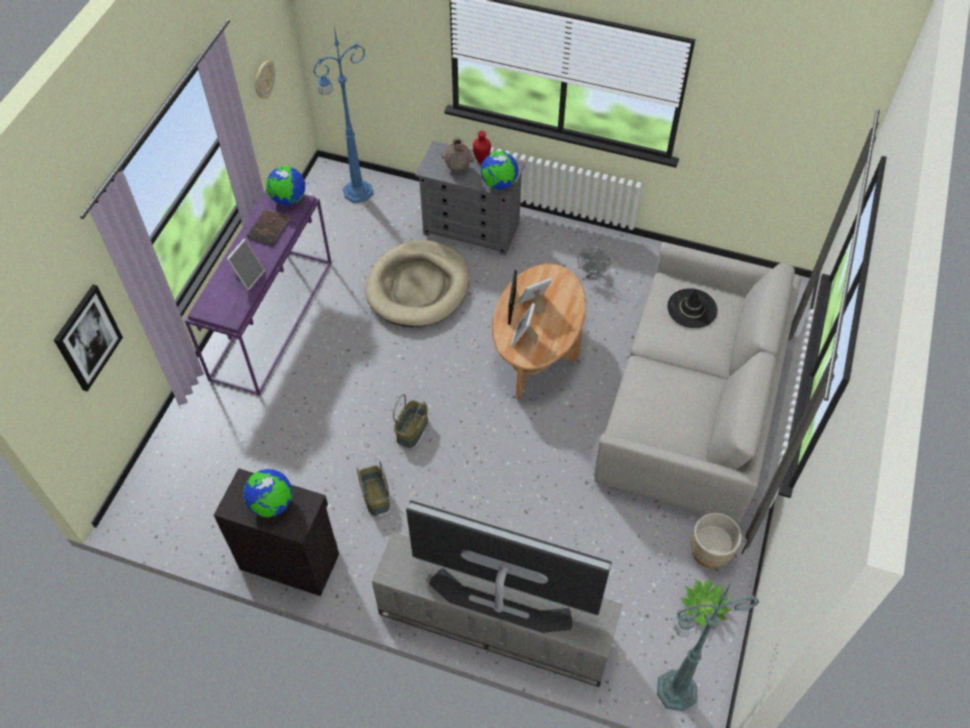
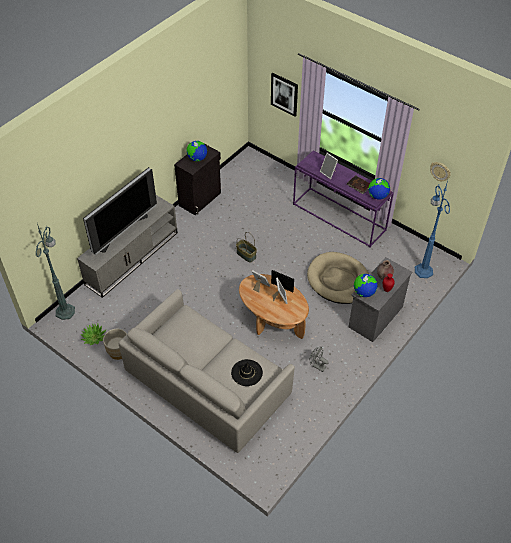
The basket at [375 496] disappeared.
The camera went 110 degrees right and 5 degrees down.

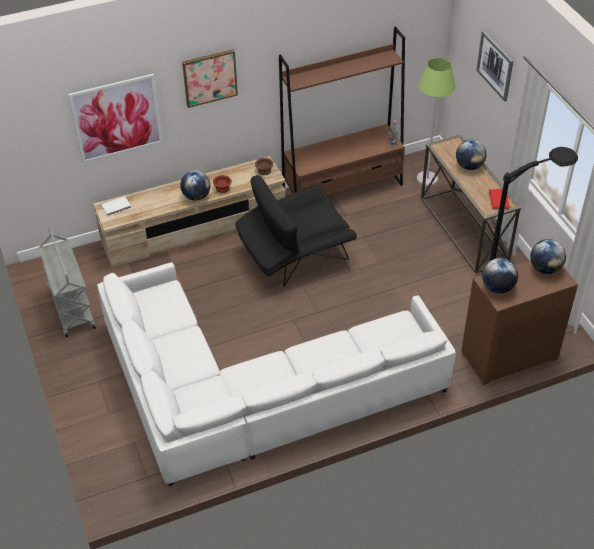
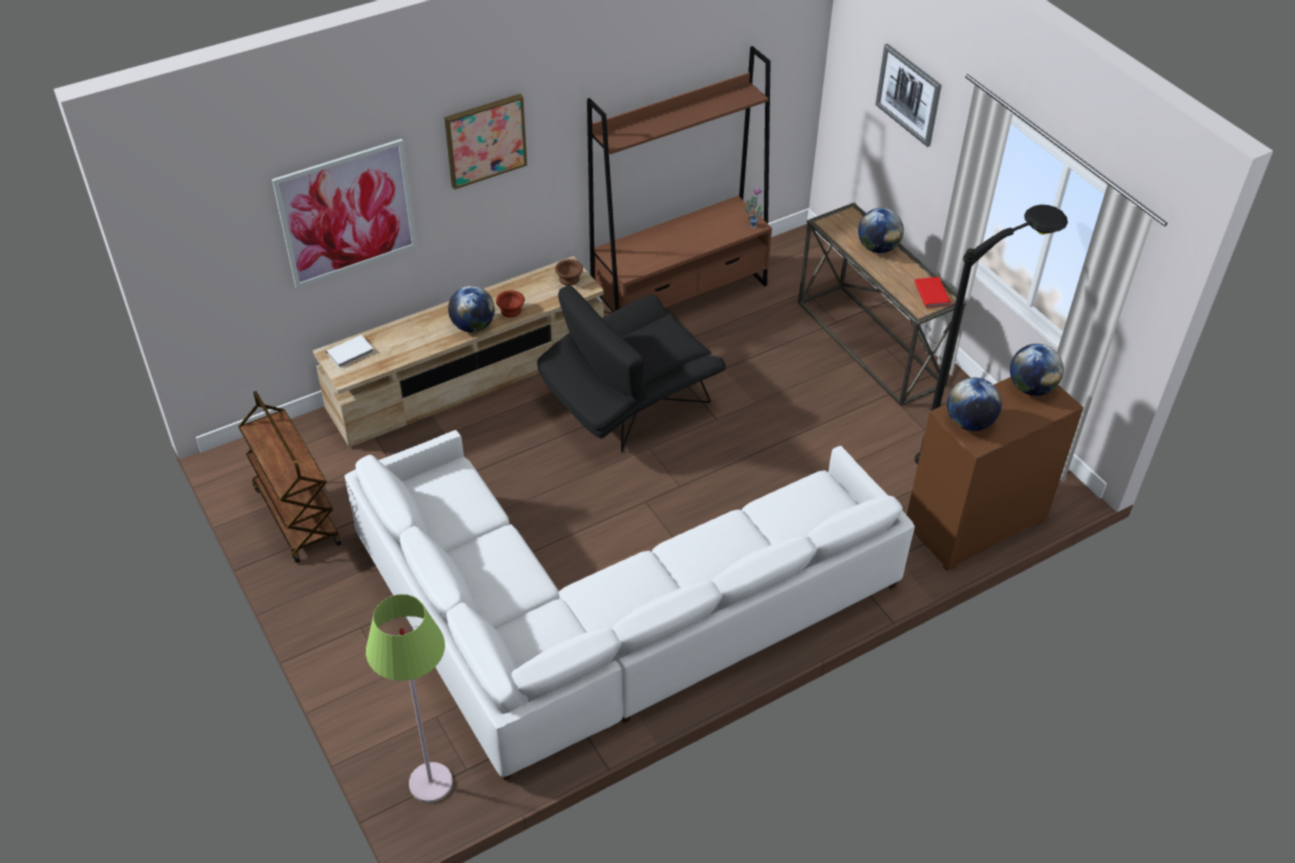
The green floor lamp moved from [427 179] to [430 783].
The gray trolley at [71 307] became the brown-coloured trolley at [296 515].
The camera went 10 degrees left and 0 degrees up.

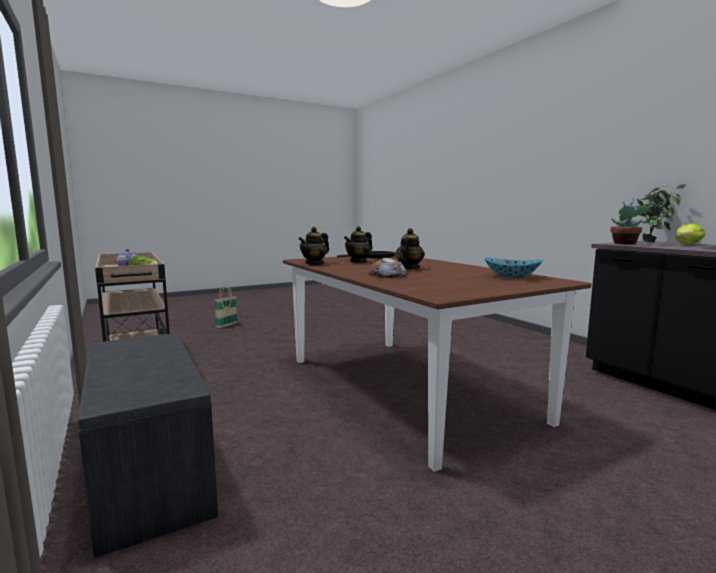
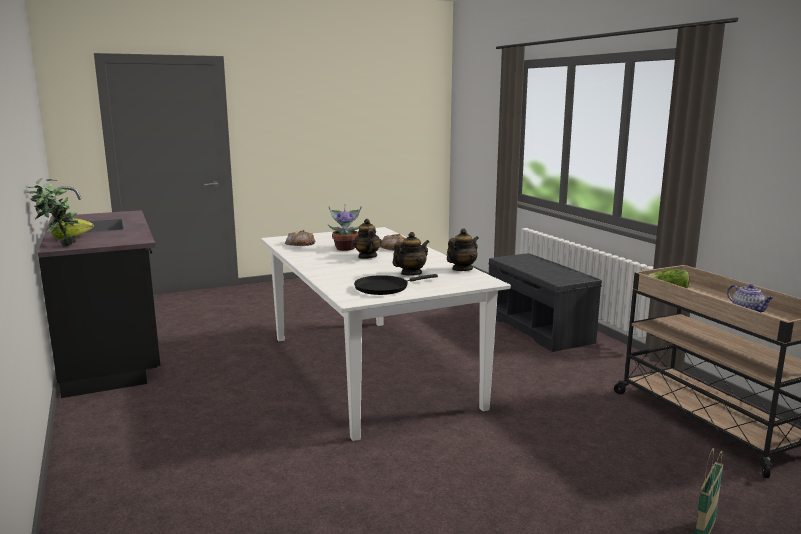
The plant in a pot moved from [625 244] to [345 248].
The tea pot at [409 268] turned 135 degrees clockwise.
The brown-coloured kitchen table at [405 387] became the whitish kitchen table at [369 370].
The serving bowl at [511 277] was replaced by the bakery bread at [300 243].
The camera went 175 degrees left and 5 degrees up.

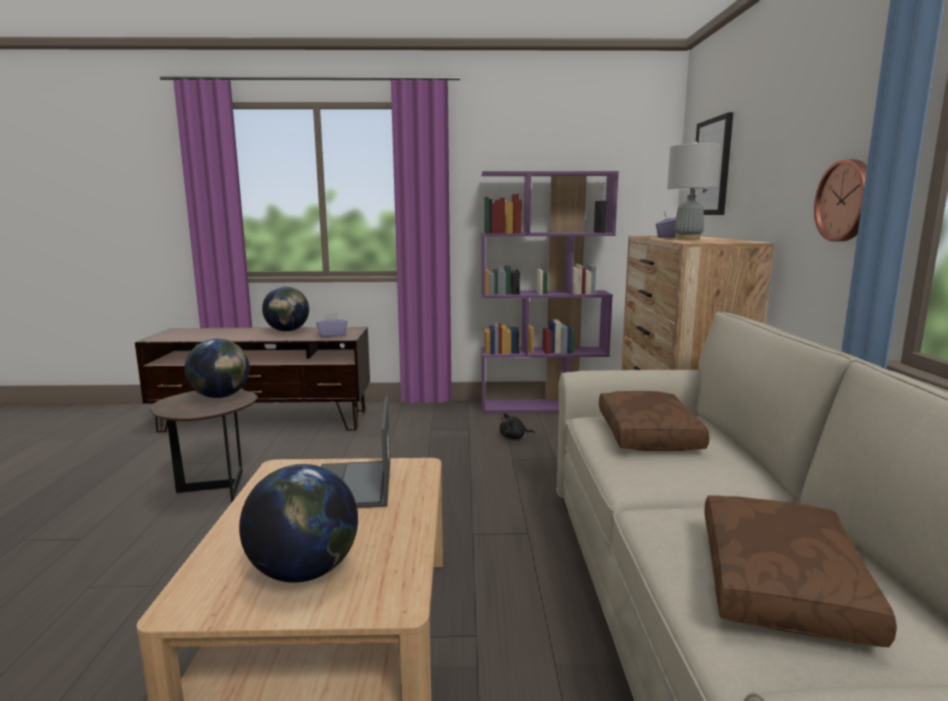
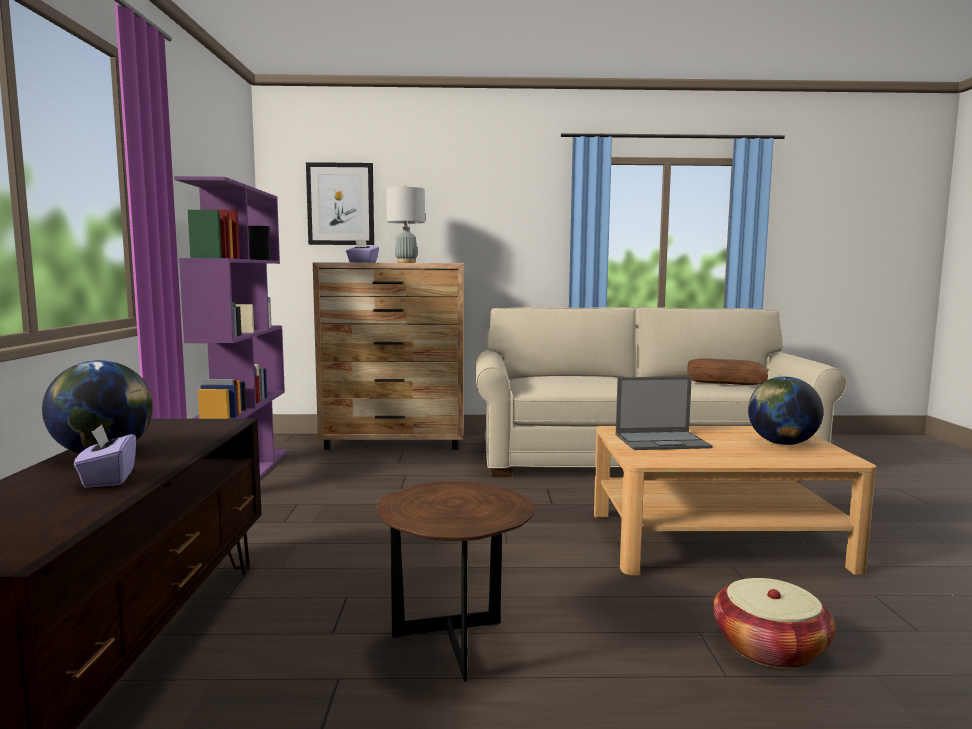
The wall clock at [847 201] disappeared.
The purple tissue box moved from [332 335] to [108 479].
The globe at [221 396] disappeared.
The brown-coloured throw pillow at [650 434] disappeared.
The black-coloured plush toy at [514 437] disappeared.
The basket at [769 648] appeared.
The camera went 90 degrees left and 5 degrees down.

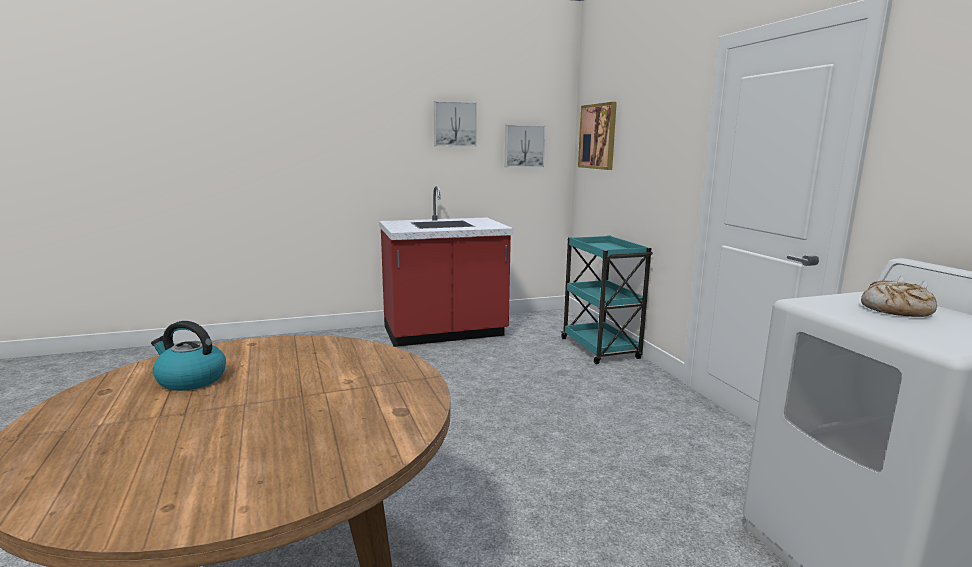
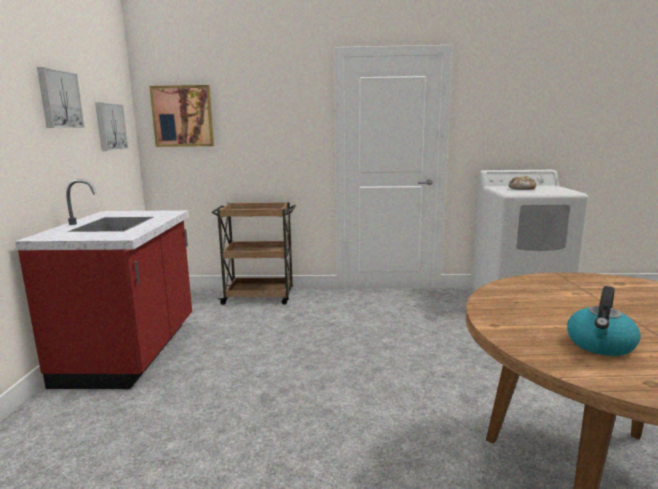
The blue-green trolley at [600 349] became the brown-coloured trolley at [260 297].
The camera went 70 degrees left and 0 degrees up.

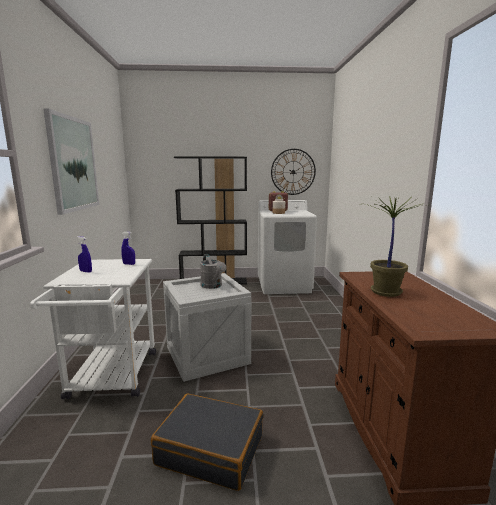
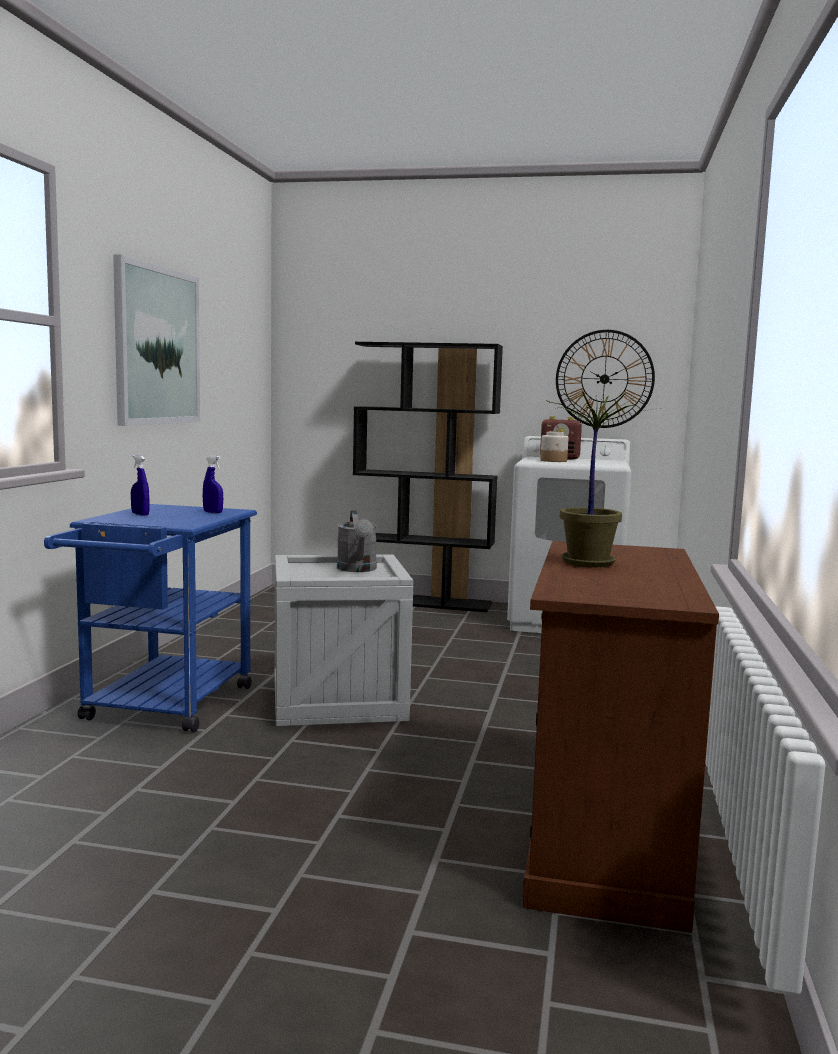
The whitish trolley at [111 379] became the blue trolley at [162 708].
The black-coloured piece of luggage at [210 449] disappeared.
The camera went 15 degrees right and 5 degrees down.

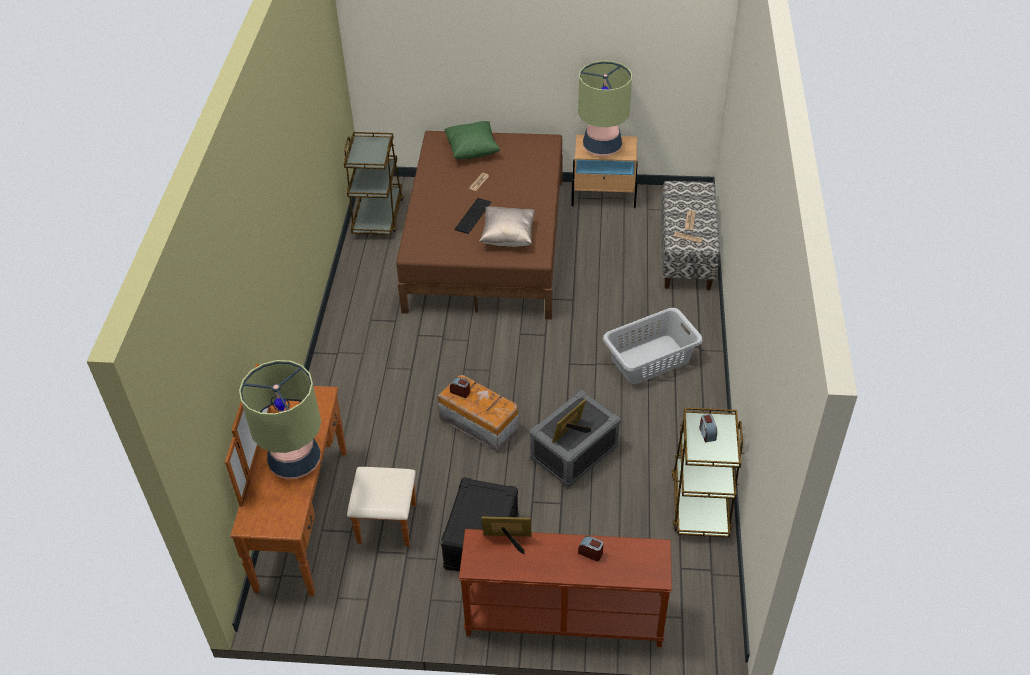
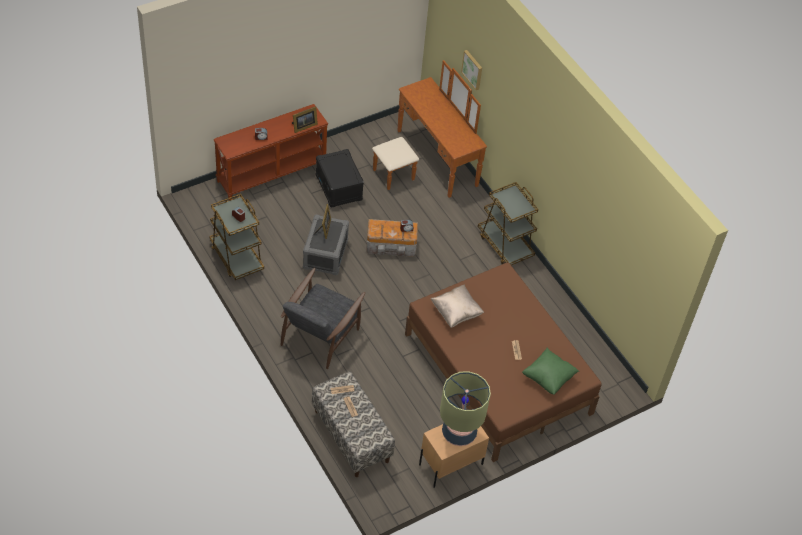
The brown-coloured trolley moved from [378 216] to [505 245].
The computer keyboard at [474 216] disappeared.
The gray hamper at [651 360] was replaced by the gray lounge chair at [320 334].
The tabletop lamp at [295 461] disappeared.
The wall art at [473 69] appeared.
The camera went 140 degrees right and 5 degrees up.

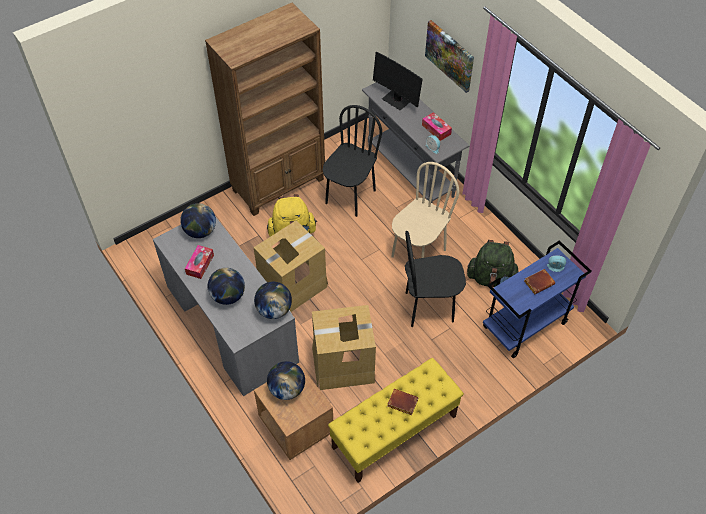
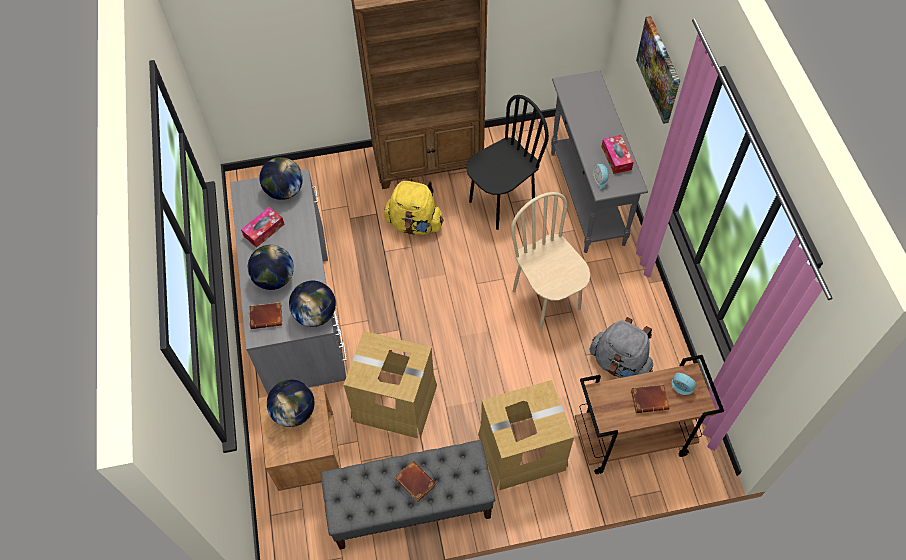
The computer display at [397 100] disappeared.
The sand-coloured chair at [418 253] turned 90 degrees counterclockwise.
The cardboard box moved from [292 285] to [521 450].
The black-coloured chair at [429 307] disappeared.
The green knapsack at [491 278] became the gray knapsack at [620 363].
The blue trolley at [525 326] became the brown-coloured trolley at [631 439].
The yellow bench at [394 432] became the gray bench at [410 506].
The brown-coloured book at [267 316] appeared.
The camera went 25 degrees right and 5 degrees up.

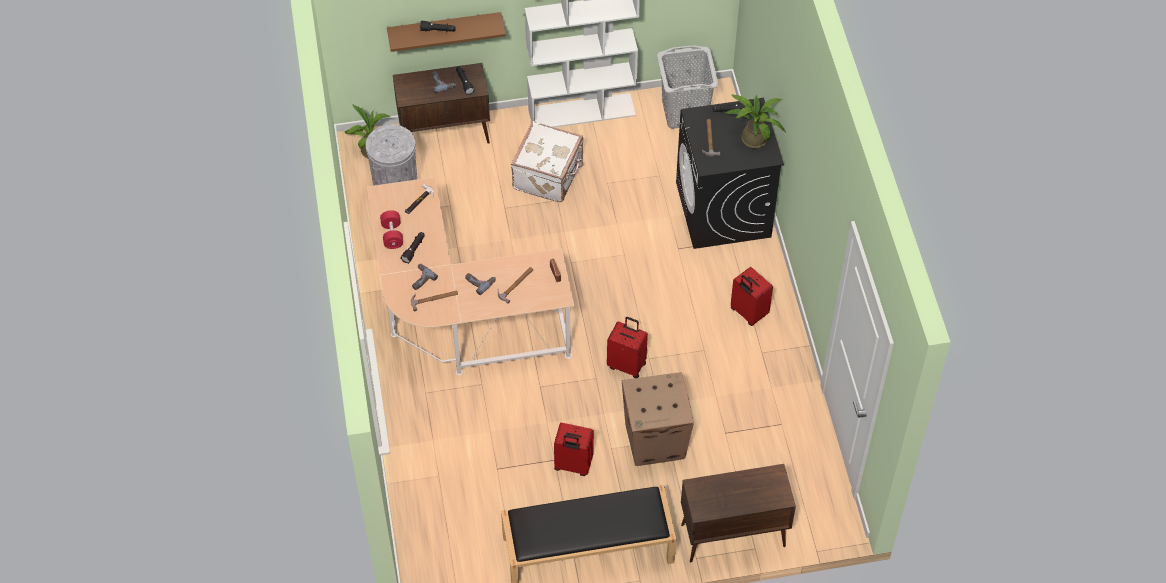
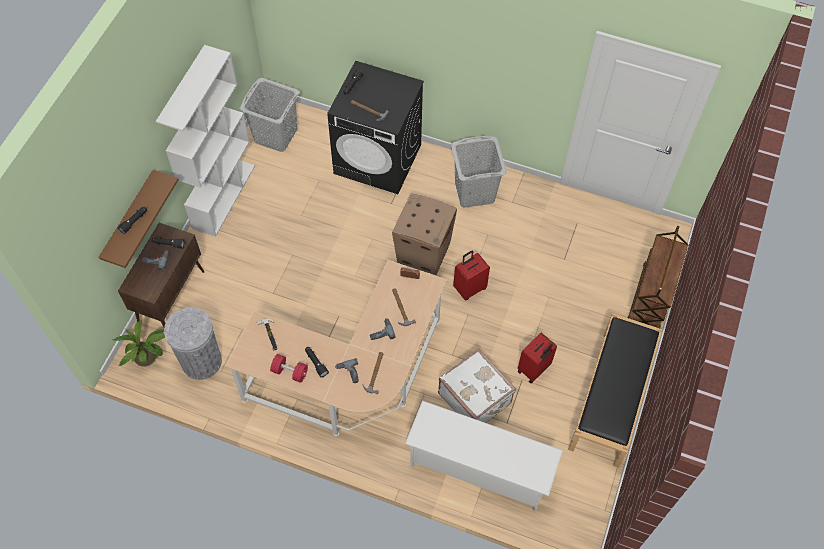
The plant in a pot at [752 137] disappeared.
The whitish piece of luggage moved from [549 175] to [475 397].
The red piece of luggage at [748 313] was replaced by the gray hamper at [474 192].
The cardboard box moved from [656 440] to [424 252].
The brown-coloured cabinet at [732 536] was replaced by the brown-coloured trolley at [650 300].
The whitish shoe stand at [479 468] appeared.
The camera went 60 degrees left and 5 degrees up.

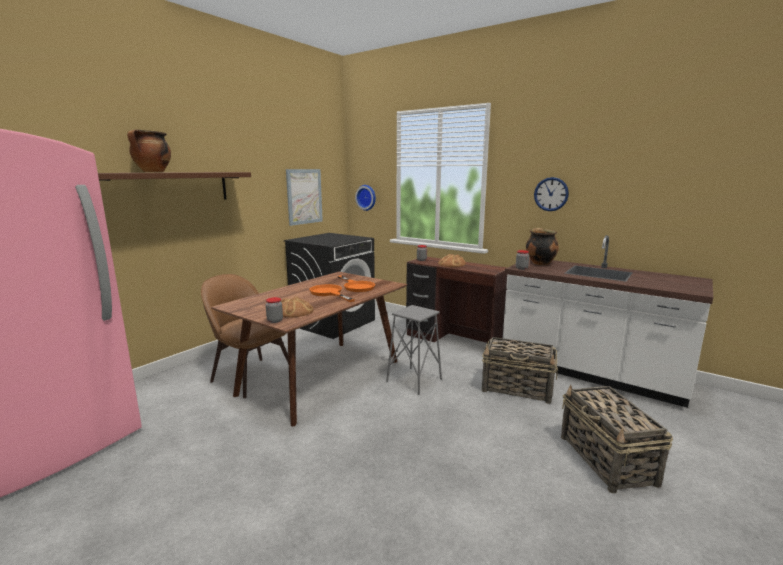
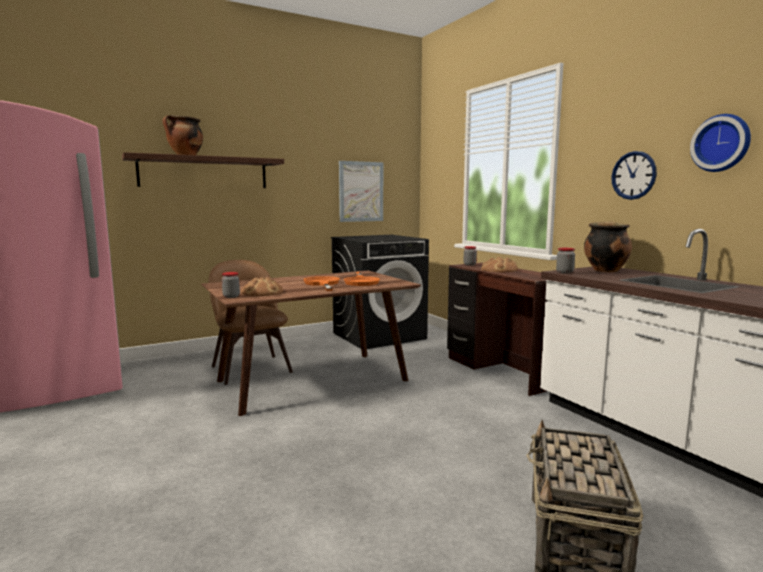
The wall clock moved from [367 197] to [721 143].
The gray sitting stool at [414 380] disappeared.
The basket at [517 388] disappeared.
The camera went 25 degrees right and 5 degrees down.

